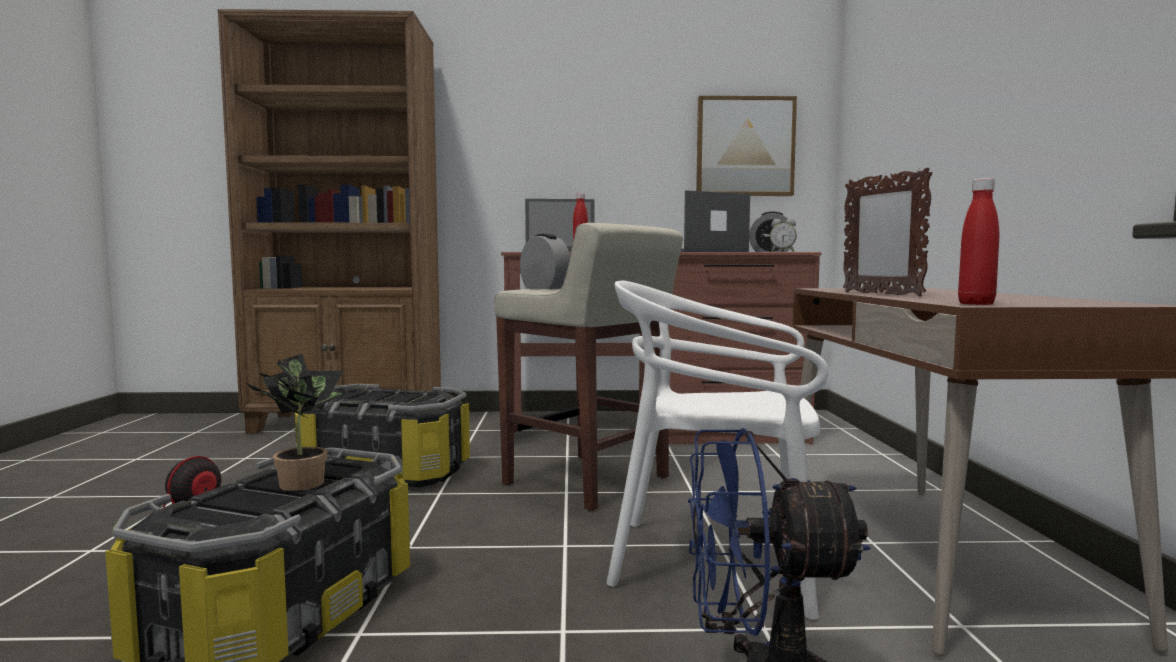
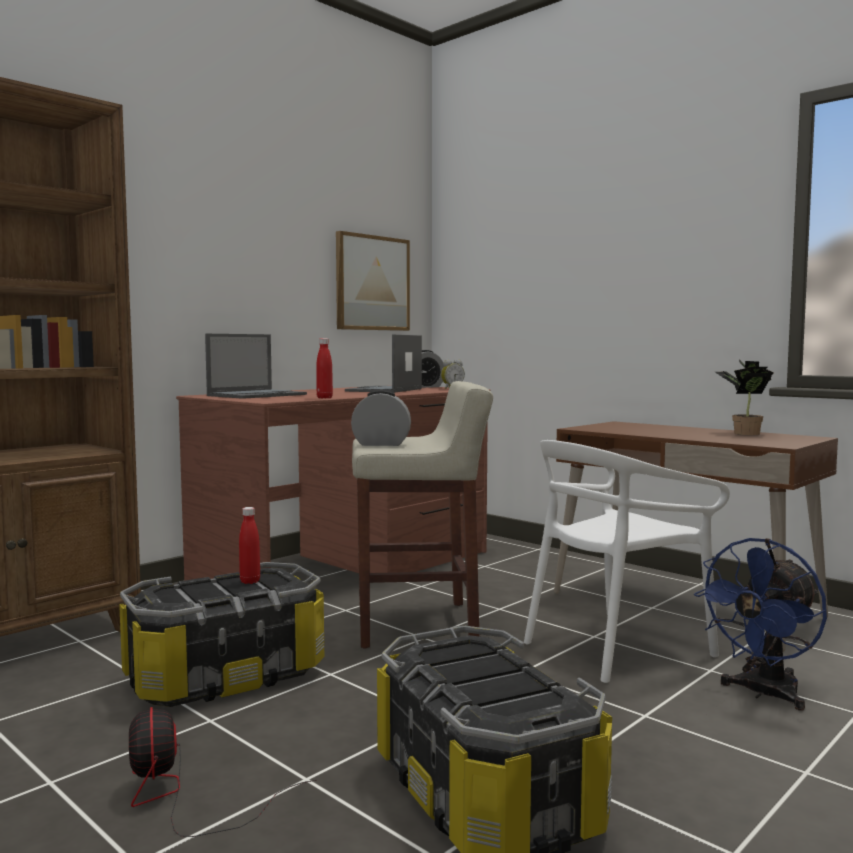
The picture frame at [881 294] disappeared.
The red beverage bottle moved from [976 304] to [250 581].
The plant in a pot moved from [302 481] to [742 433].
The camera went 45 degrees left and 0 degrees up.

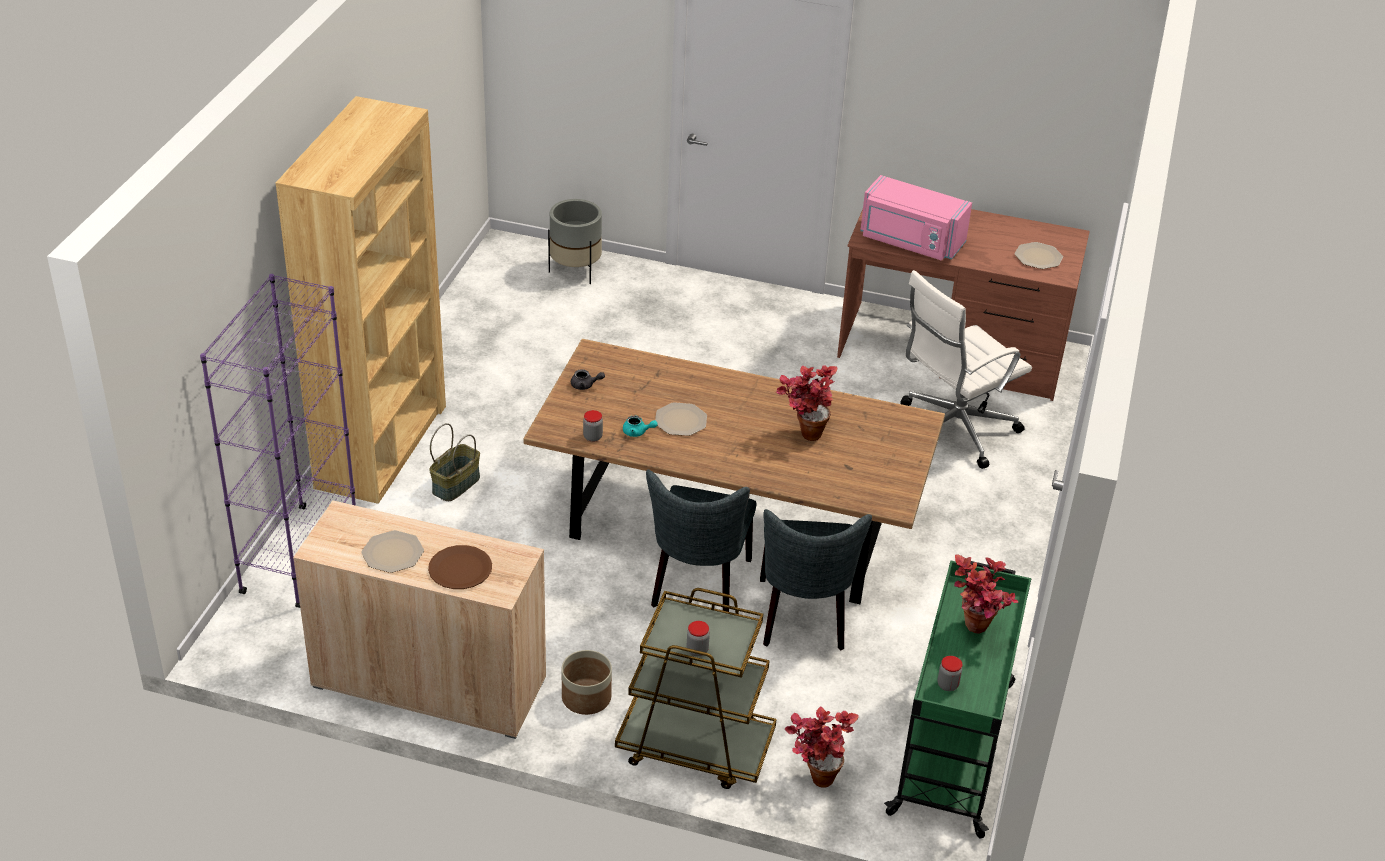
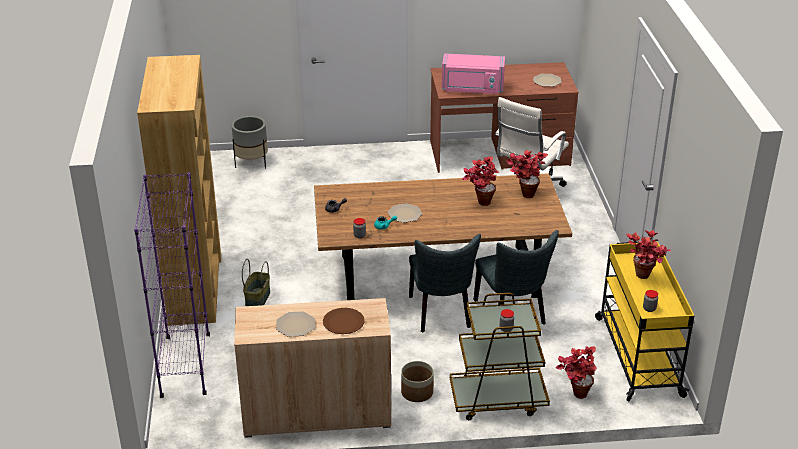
The green trolley at [953 745] became the yellow trolley at [637 355].
The plant in a pot at [524 193] appeared.
The camera went 20 degrees left and 5 degrees down.

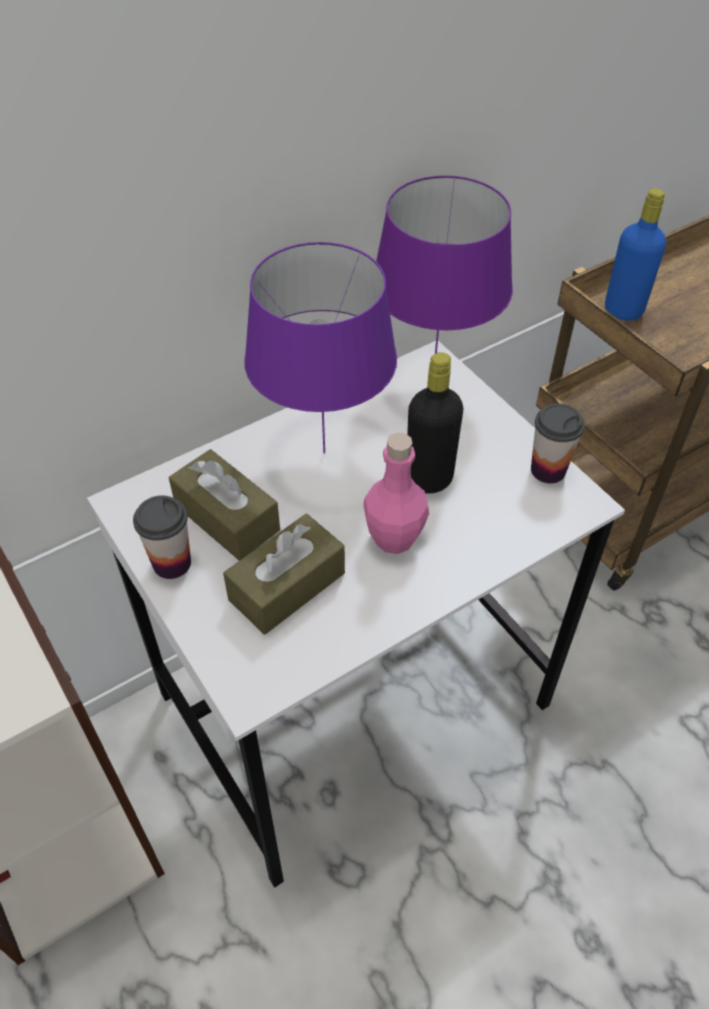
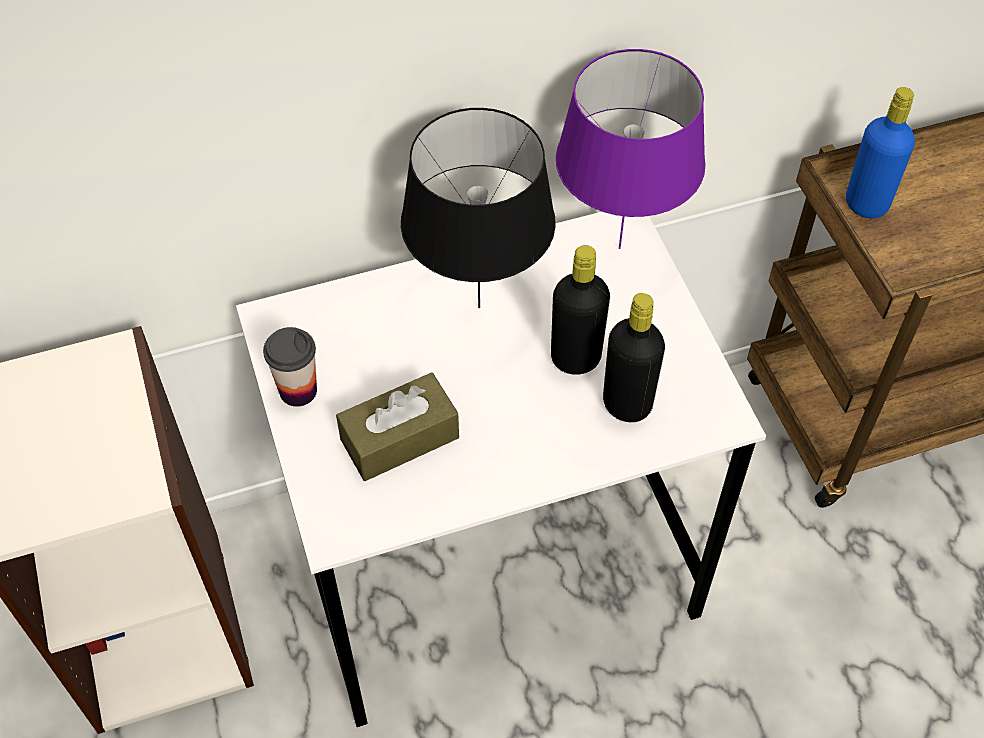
The purple tabletop lamp at [322 453] became the black-coloured tabletop lamp at [477 307].
The cup at [548 470] disappeared.
The pinkish beverage bottle at [394 538] disappeared.
The brown-coloured tissue box at [227 518] disappeared.
The black-coloured beverage bottle at [627 404] appeared.
The camera went 15 degrees right and 5 degrees up.

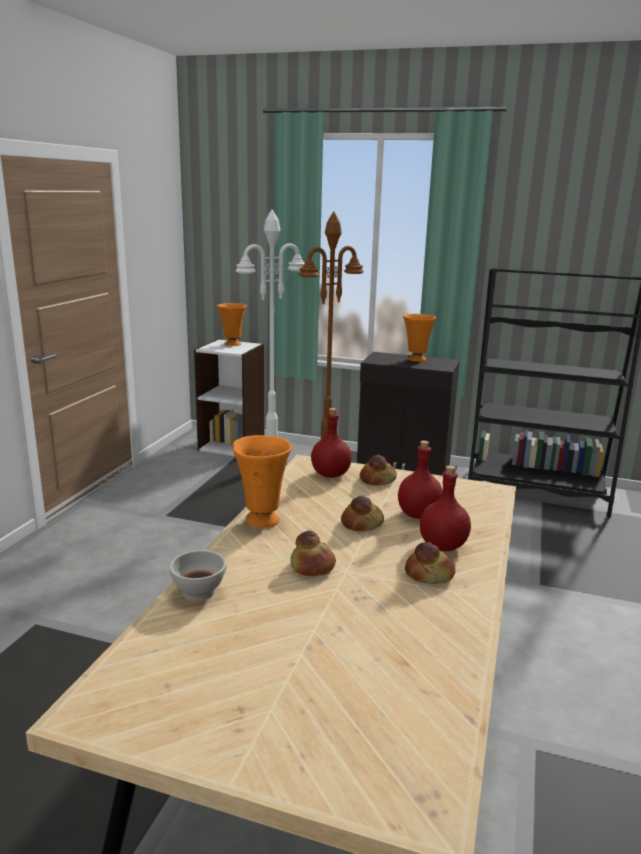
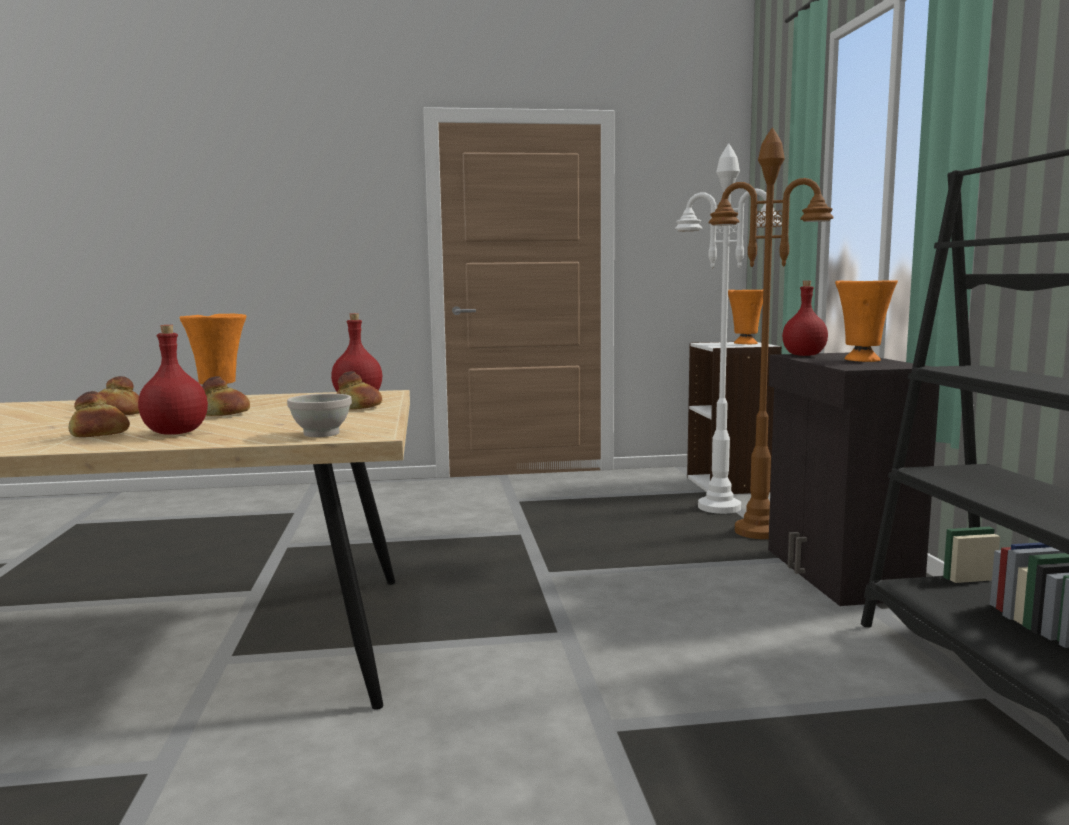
The red beverage bottle moved from [418 514] to [803 355].
The whitish serving bowl moved from [198 592] to [321 433].
The camera went 65 degrees right and 10 degrees down.

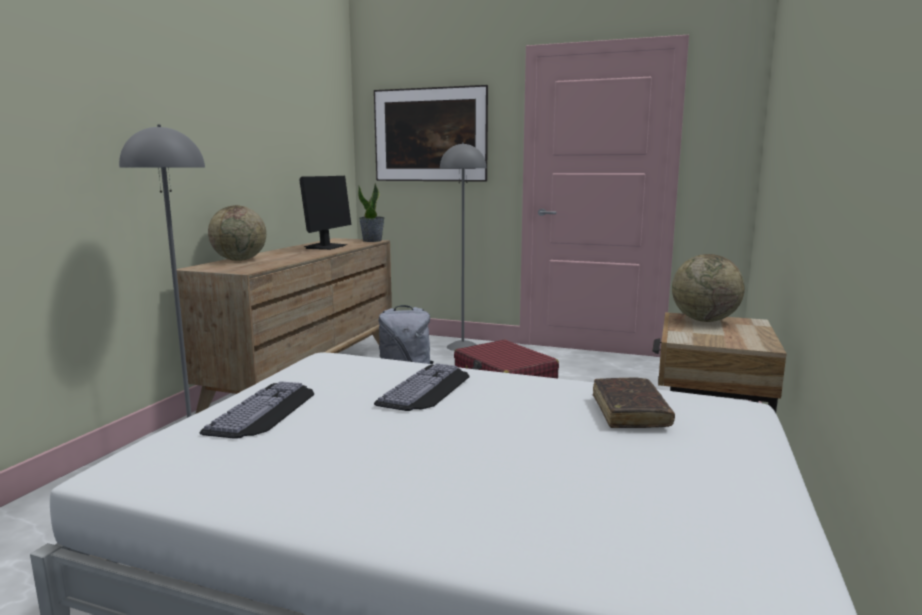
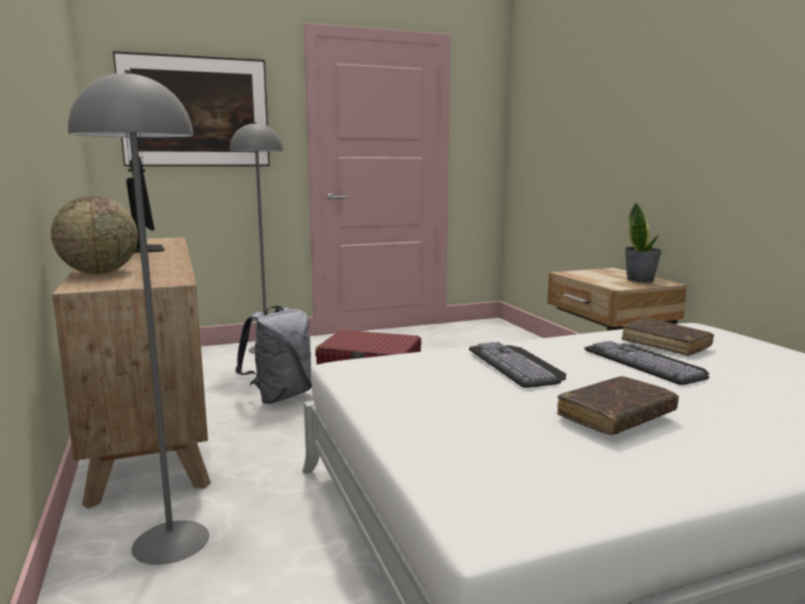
The plant in a pot moved from [372 241] to [640 280].
The globe at [704 320] disappeared.
The computer keyboard moved from [266 410] to [648 362].
The brown-coloured book at [616 416] appeared.
The camera went 40 degrees left and 0 degrees up.

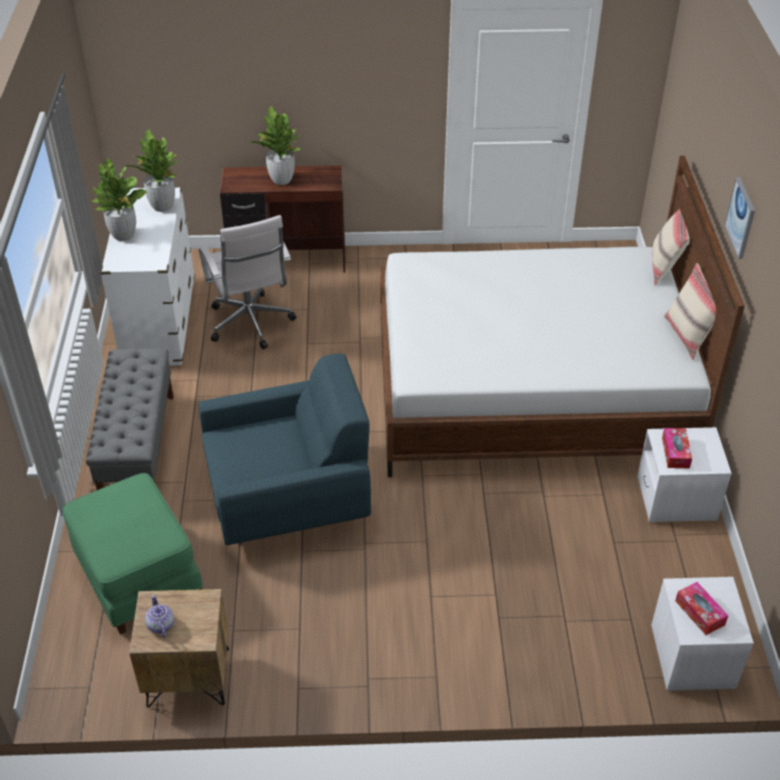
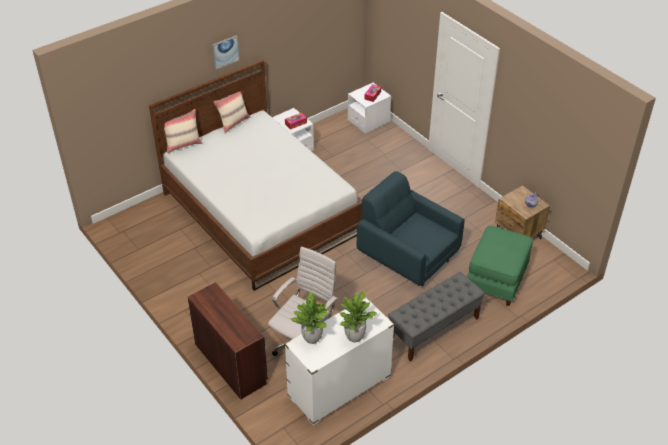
The plant in a pot at [281 180] disappeared.
The camera went 125 degrees left and 0 degrees up.

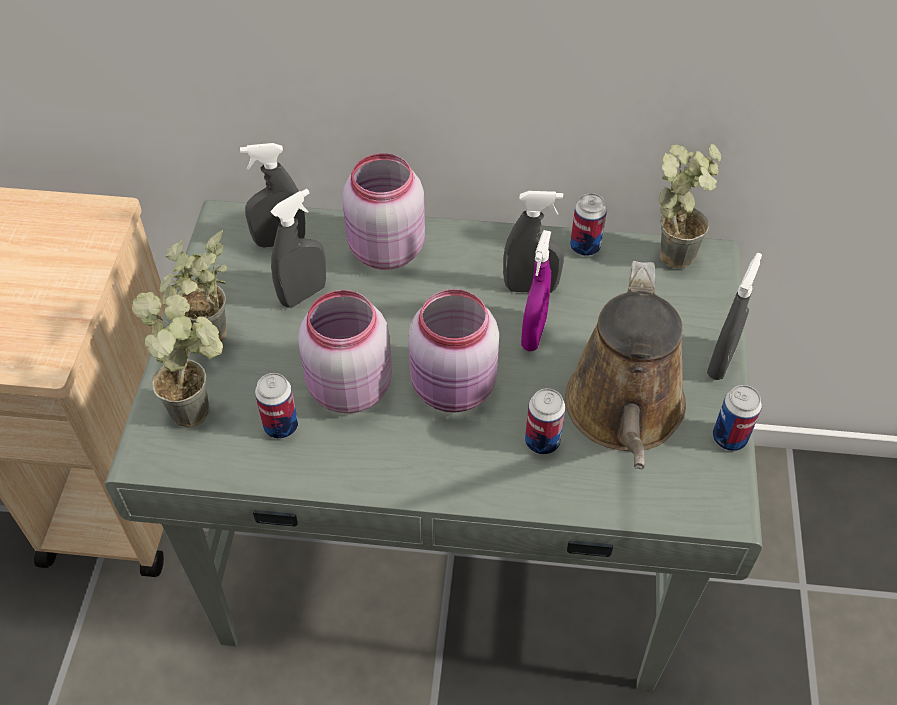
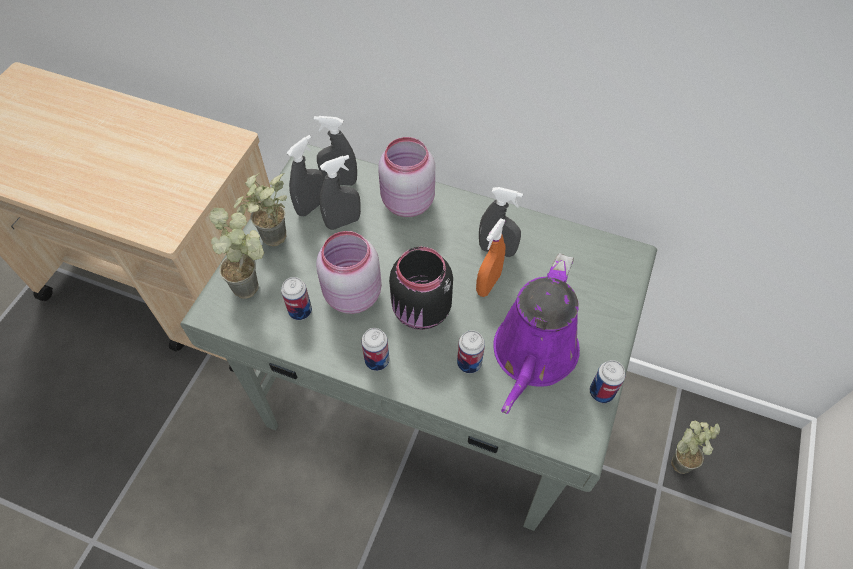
The plant in a pot moved from [675 249] to [681 458].
The sealed can moved from [585 247] to [377 360].
The purple spray bottle at [533 333] became the orangey spray bottle at [488 284].
The gray spray bottle moved from [721 362] to [311 206].
The brown-coloured watering can at [624 413] became the purple watering can at [532 356].
The pinkish preserve jar at [454 389] became the black-coloured preserve jar at [421 311].
The camera went 15 degrees right and 5 degrees up.

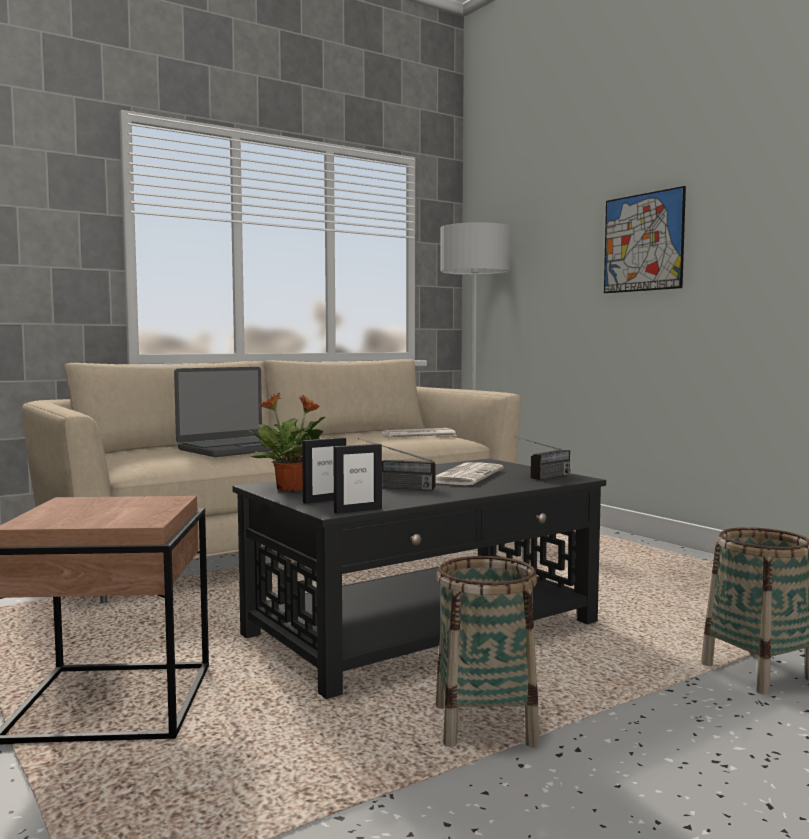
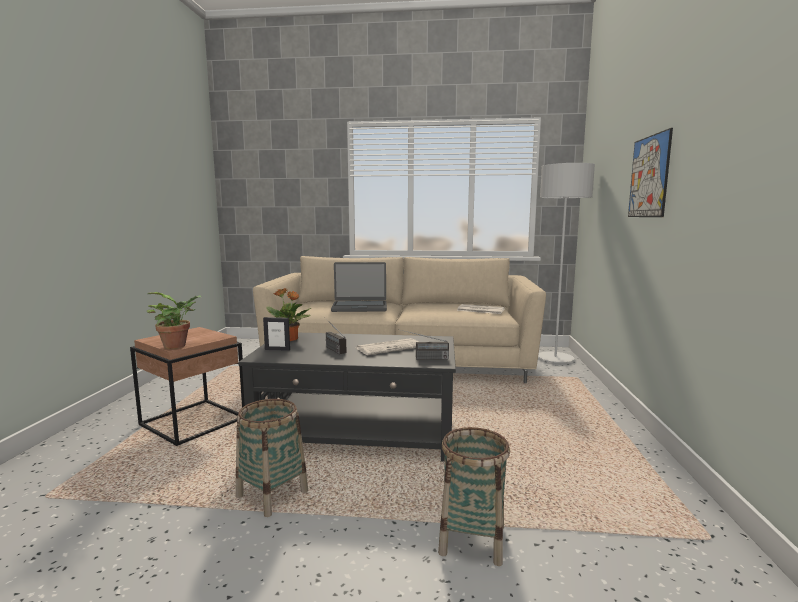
The picture frame at [357 510] disappeared.
The plant in a pot at [178 345] appeared.
The camera went 40 degrees right and 5 degrees up.

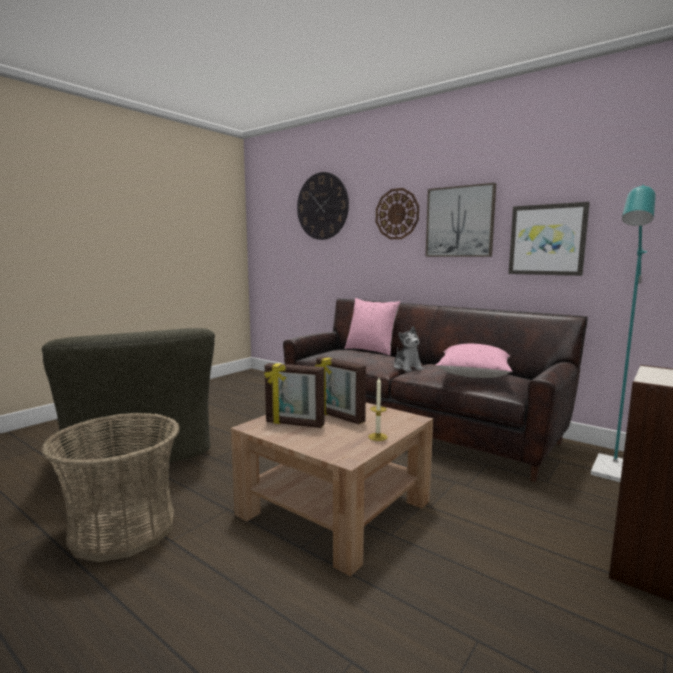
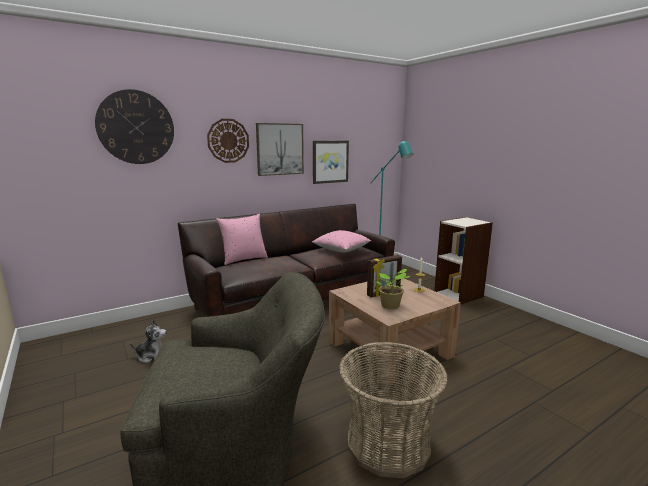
The plush toy moved from [407 367] to [152 356].
The picture frame at [294 424] was replaced by the plant in a pot at [390 306].
The camera went 70 degrees left and 5 degrees up.

